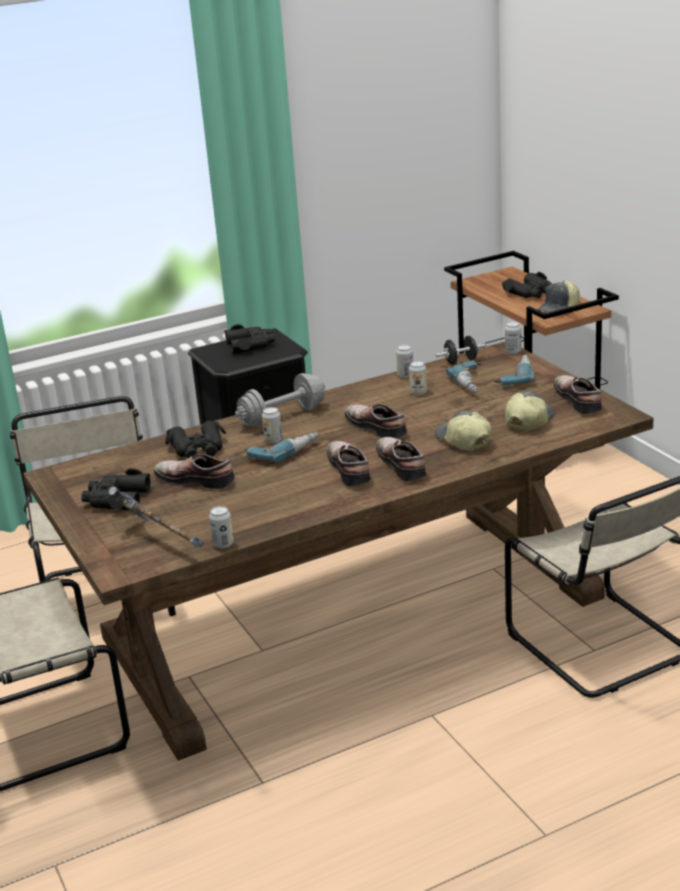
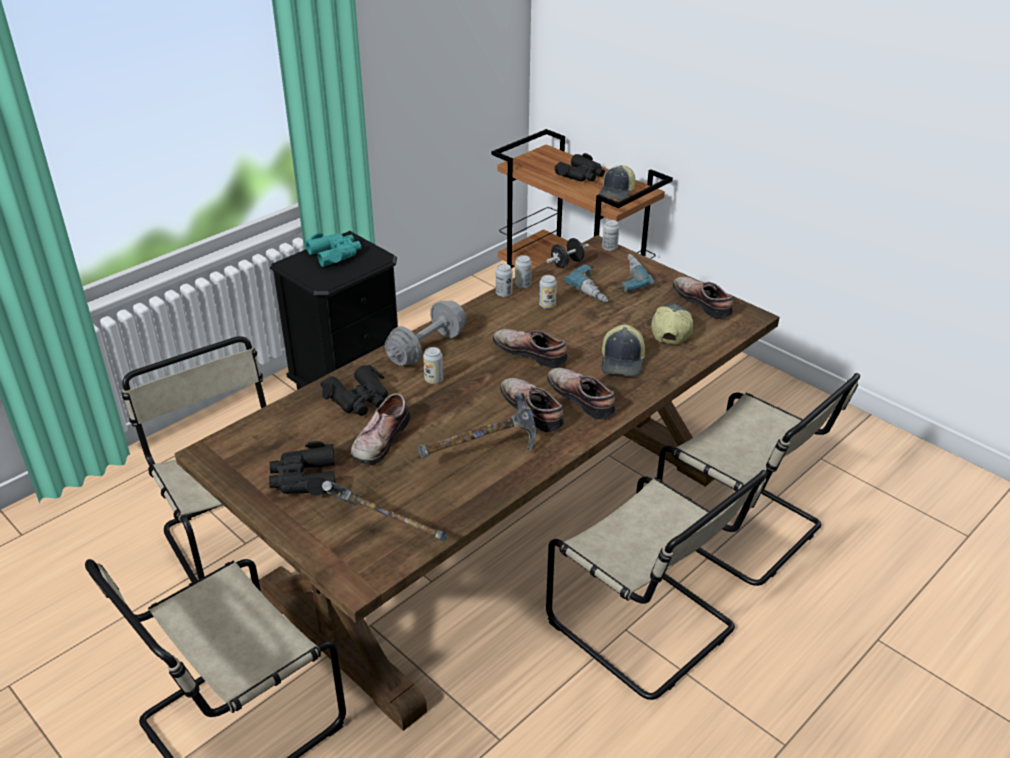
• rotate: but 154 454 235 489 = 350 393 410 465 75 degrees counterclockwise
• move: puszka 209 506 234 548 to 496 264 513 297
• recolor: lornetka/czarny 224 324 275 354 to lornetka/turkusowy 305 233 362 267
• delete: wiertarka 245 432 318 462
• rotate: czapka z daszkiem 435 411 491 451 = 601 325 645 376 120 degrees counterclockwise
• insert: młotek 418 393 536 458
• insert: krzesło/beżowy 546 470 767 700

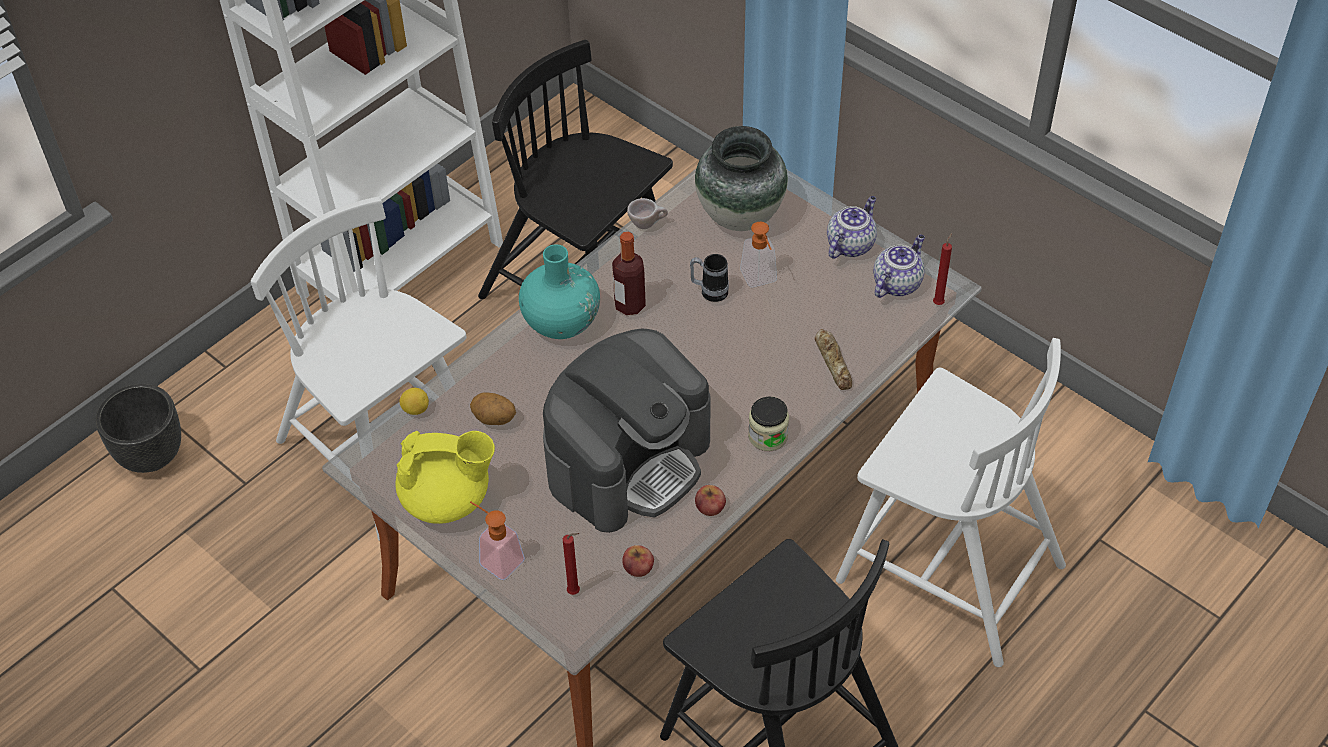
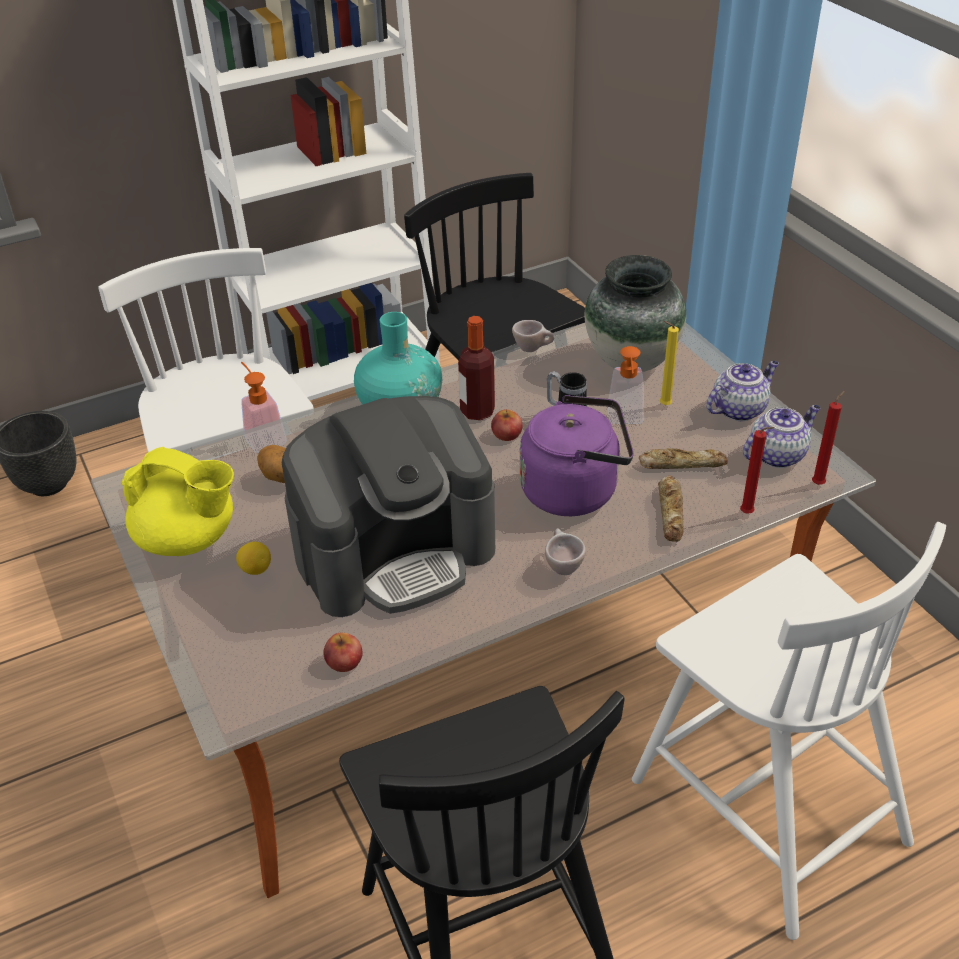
• move: cytryna 399 388 429 415 to 236 542 271 575
• move: dozownik mydła 470 501 525 580 to 241 362 287 453
• move: świeca/czerwony 563 533 580 595 to 740 427 775 514
• move: jabłko 695 485 726 516 to 491 409 523 441
• replace: słoik 748 397 789 451 to filiżanka/beżowy 545 528 586 575
• insert: czajnik/fioletowy 520 395 634 516
• insert: chleb 639 448 728 469
• insert: świeca/żółty 660 321 679 406

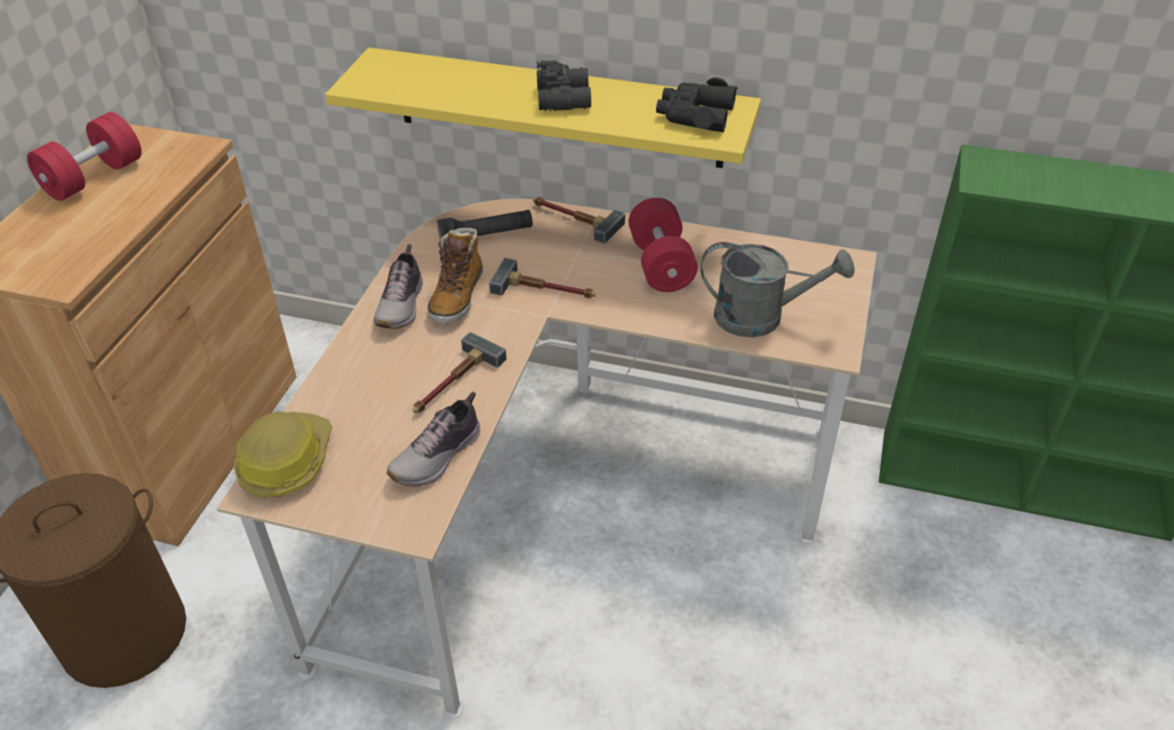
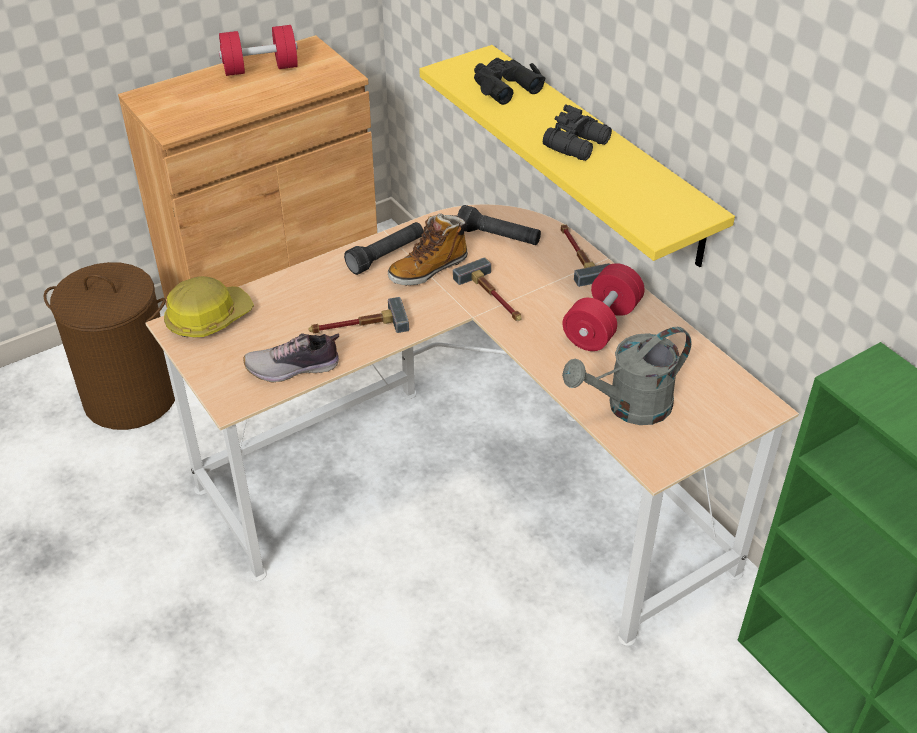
• replace: but 373 244 423 329 to latarka/czarny 344 222 424 275
• move: lornetka/czarny 656 77 737 132 to 474 58 546 105
• rotate: konewka/szary 701 242 855 338 = 562 327 692 425 105 degrees clockwise

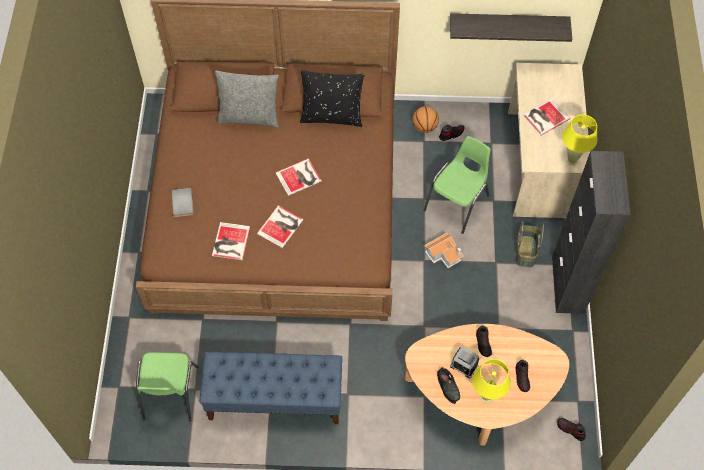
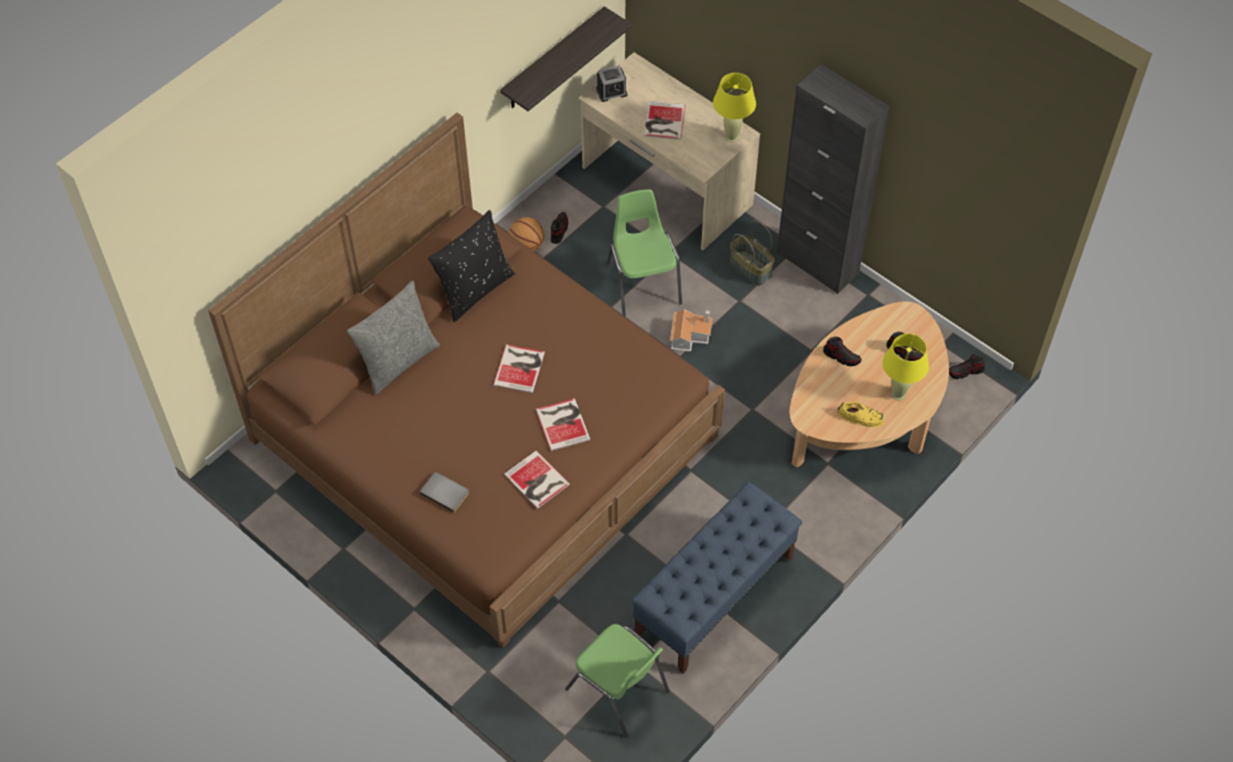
• recolor: but/czarny 437 367 460 404 to but/żółty 838 402 884 427
• move: budzik 450 346 480 378 to 596 66 627 102

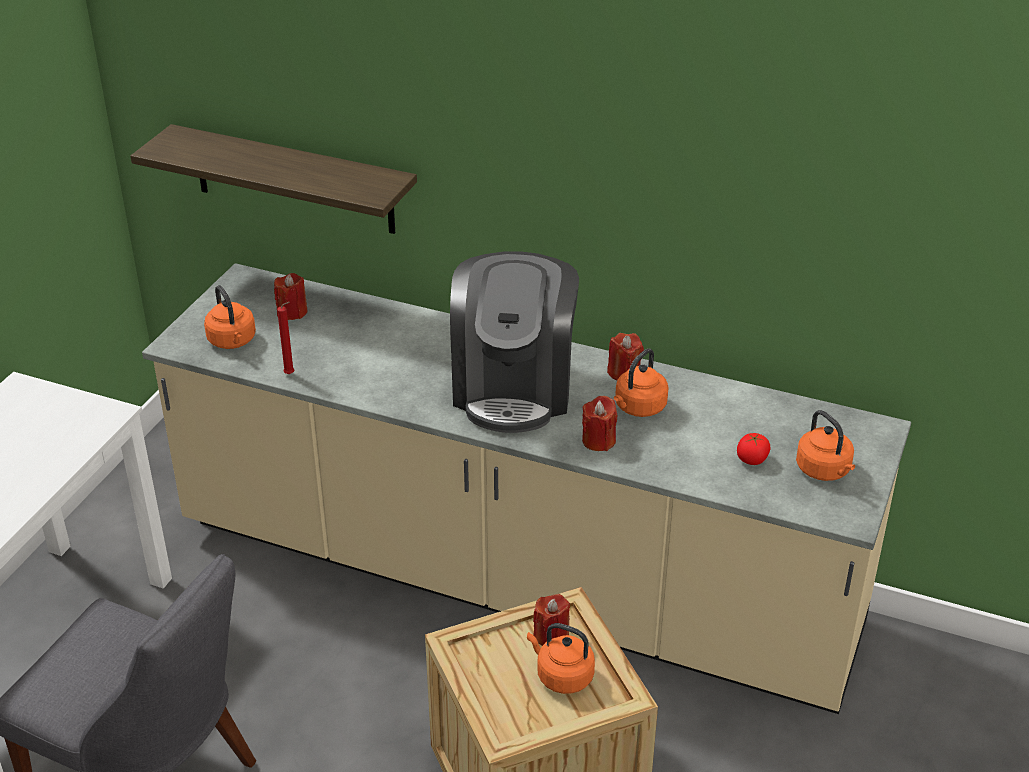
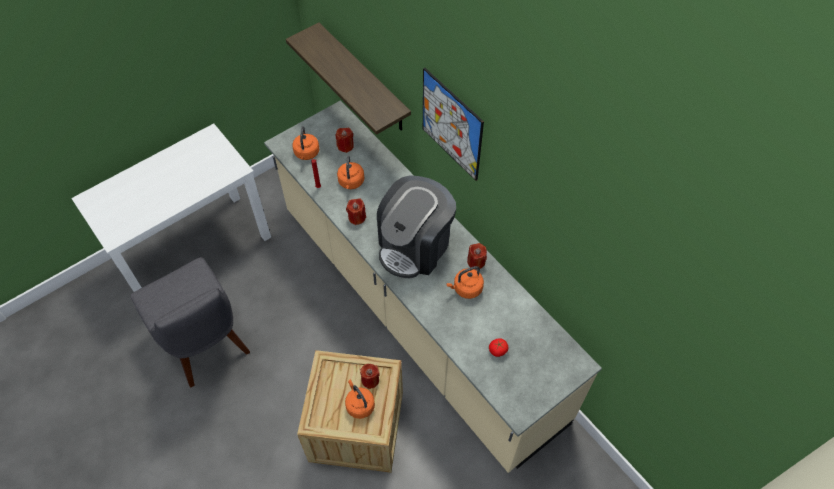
• move: świeca/czerwony 582 396 617 451 to 346 199 366 225
• move: czajnik/pomarańczowy 796 410 855 481 to 337 155 364 189
• insert: obraz 423 68 484 181

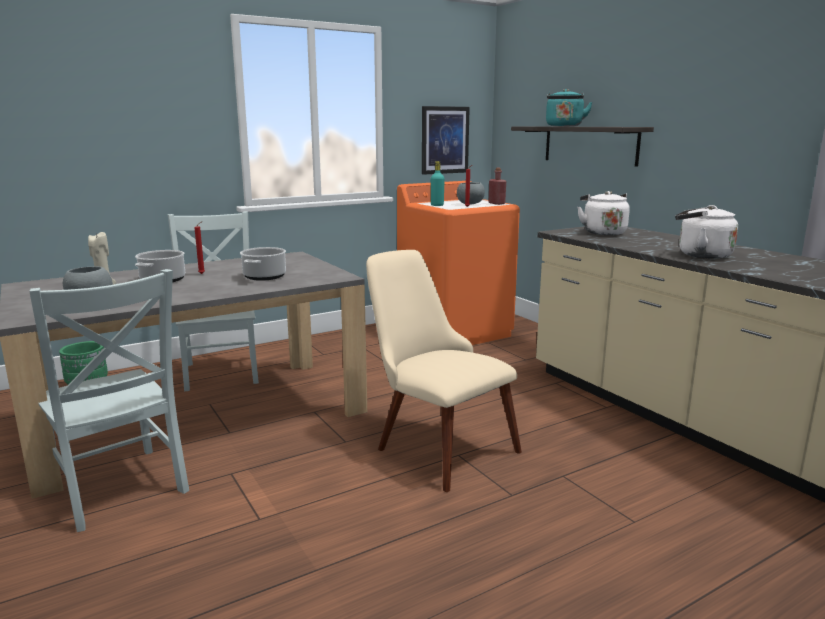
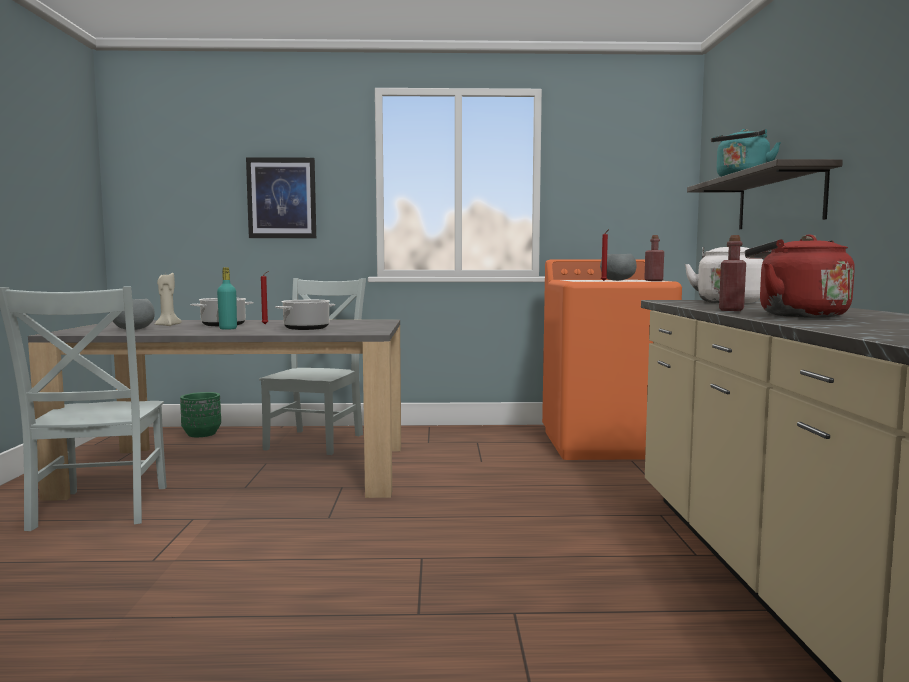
• delete: krzesło/beżowy 366 250 522 492
• move: obraz 422 106 470 175 to 246 157 316 238
• move: butelka/turkusowy 431 161 445 206 to 217 267 237 330
• recolor: czajnik/biały 675 205 738 259 to czajnik/czerwony 745 234 855 318
• insert: butelka/czerwony 719 235 746 311

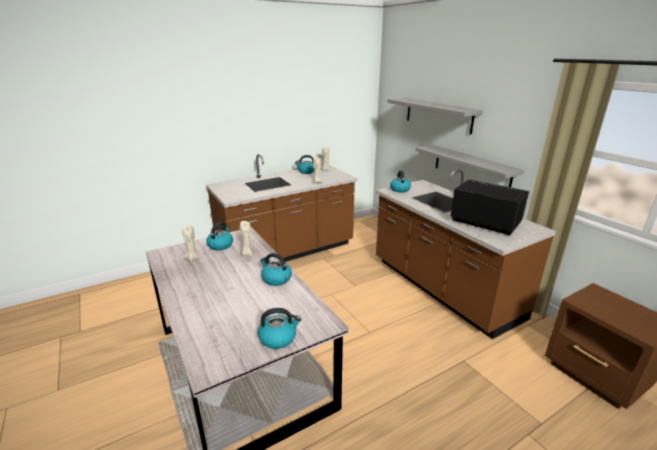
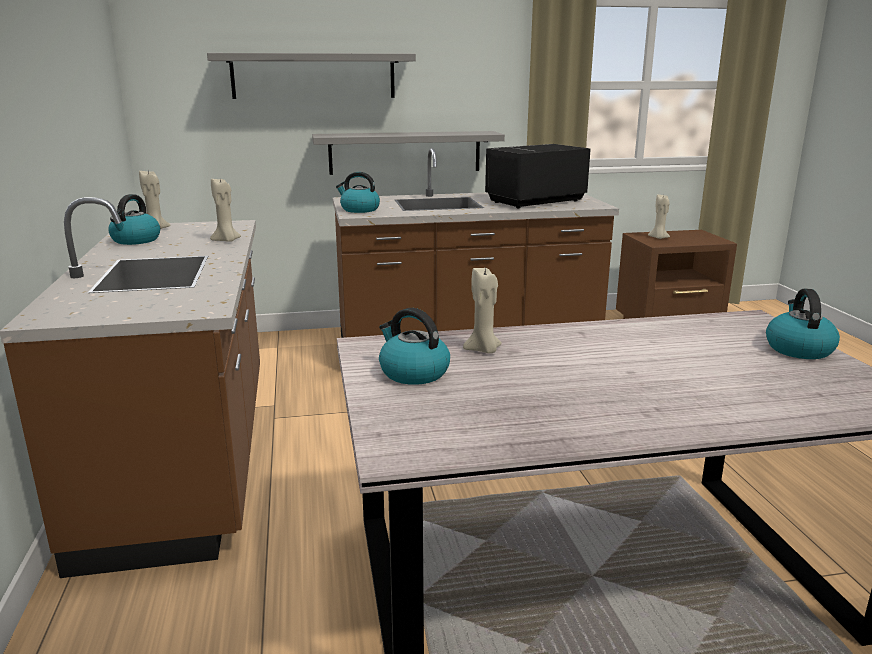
• move: świeca/beżowy 182 224 199 262 to 648 194 670 239
• delete: czajnik 260 253 292 286

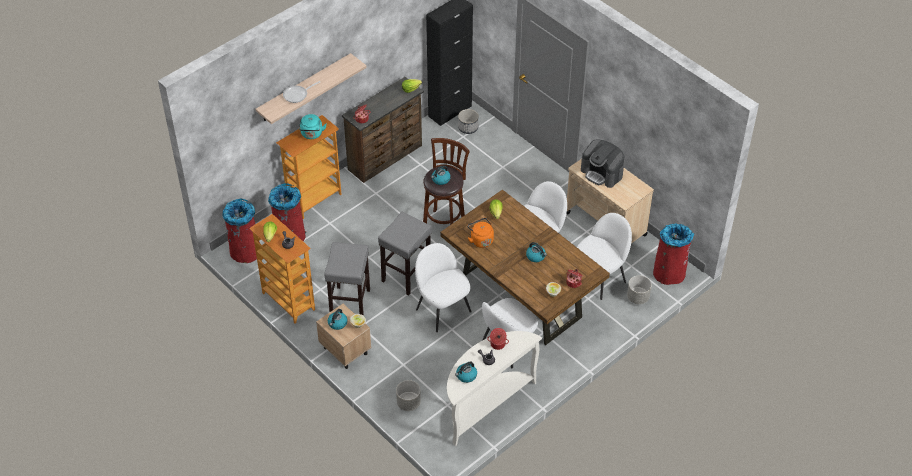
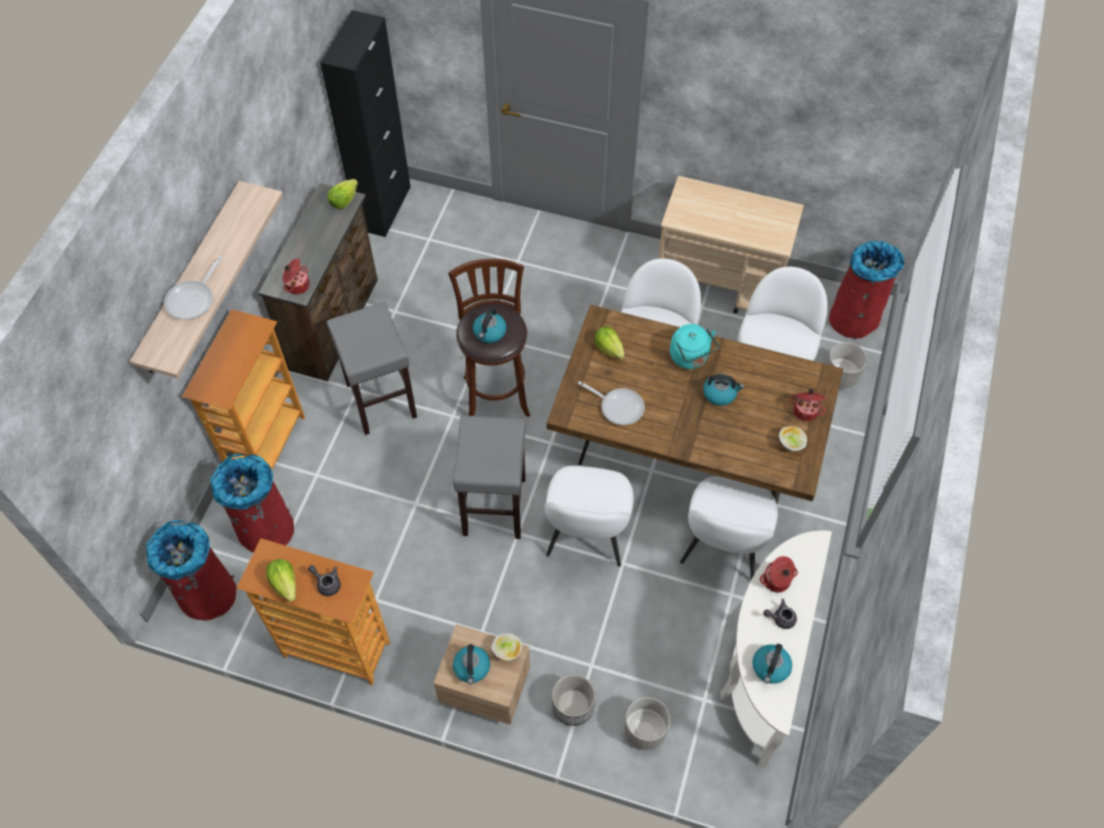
• move: czajnik/turkusowy 299 114 327 139 to 670 324 719 369
• move: stołek/szary 324 242 370 316 to 326 302 417 435
• rotate: krzesło/biały 415 243 472 332 = 544 466 634 566 105 degrees counterclockwise
• move: donica 458 109 479 134 to 552 674 595 726
• replace: czajnik/pomarańczowy 467 218 494 248 to patelnia 578 381 645 425
• delete: ekspres do kawy 581 139 624 188

